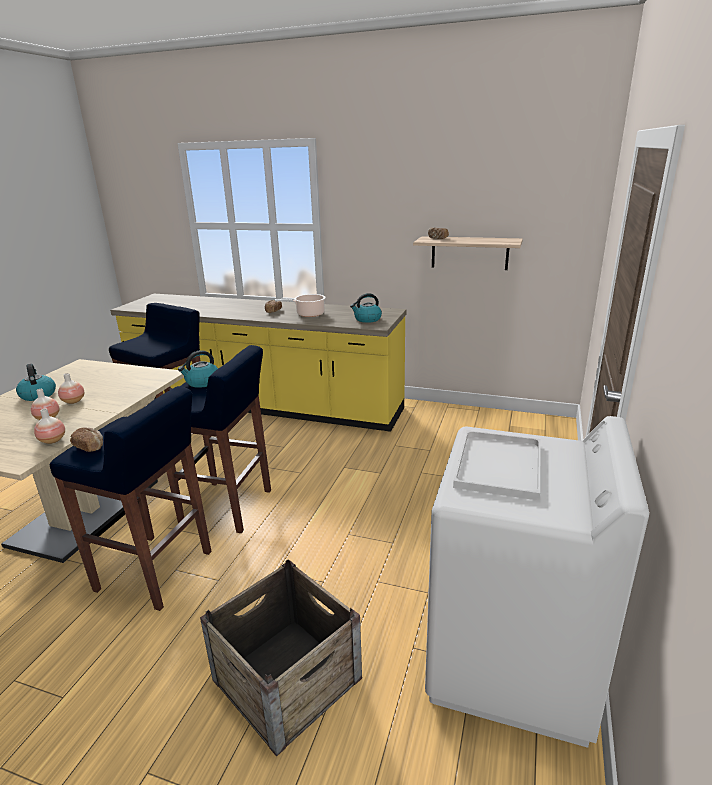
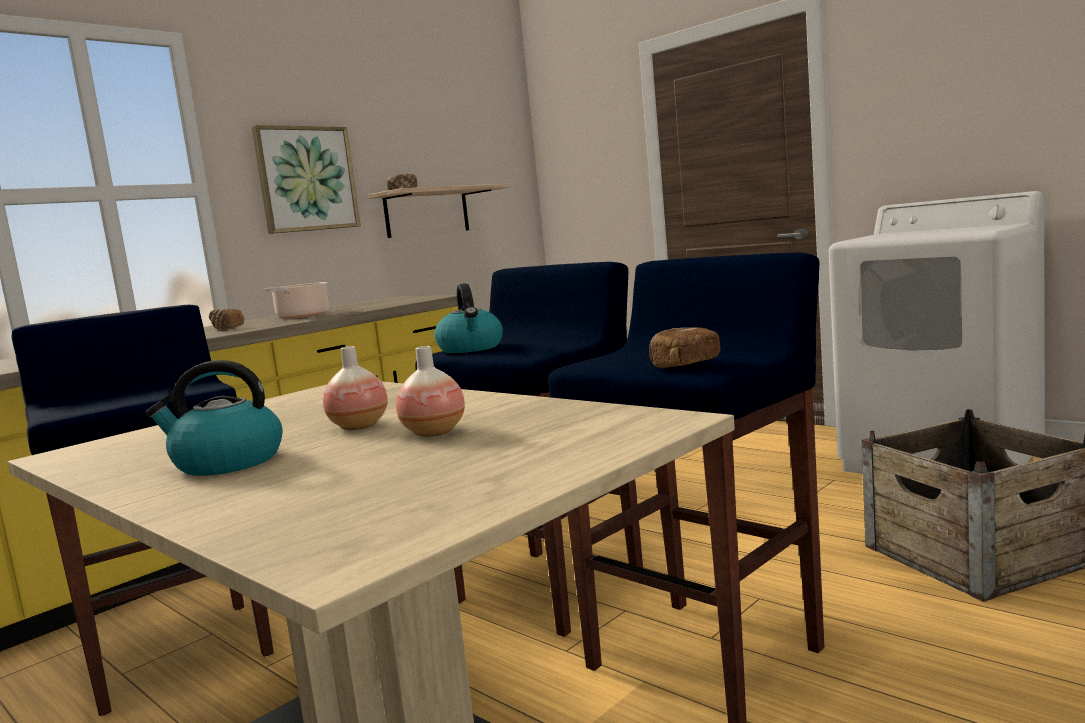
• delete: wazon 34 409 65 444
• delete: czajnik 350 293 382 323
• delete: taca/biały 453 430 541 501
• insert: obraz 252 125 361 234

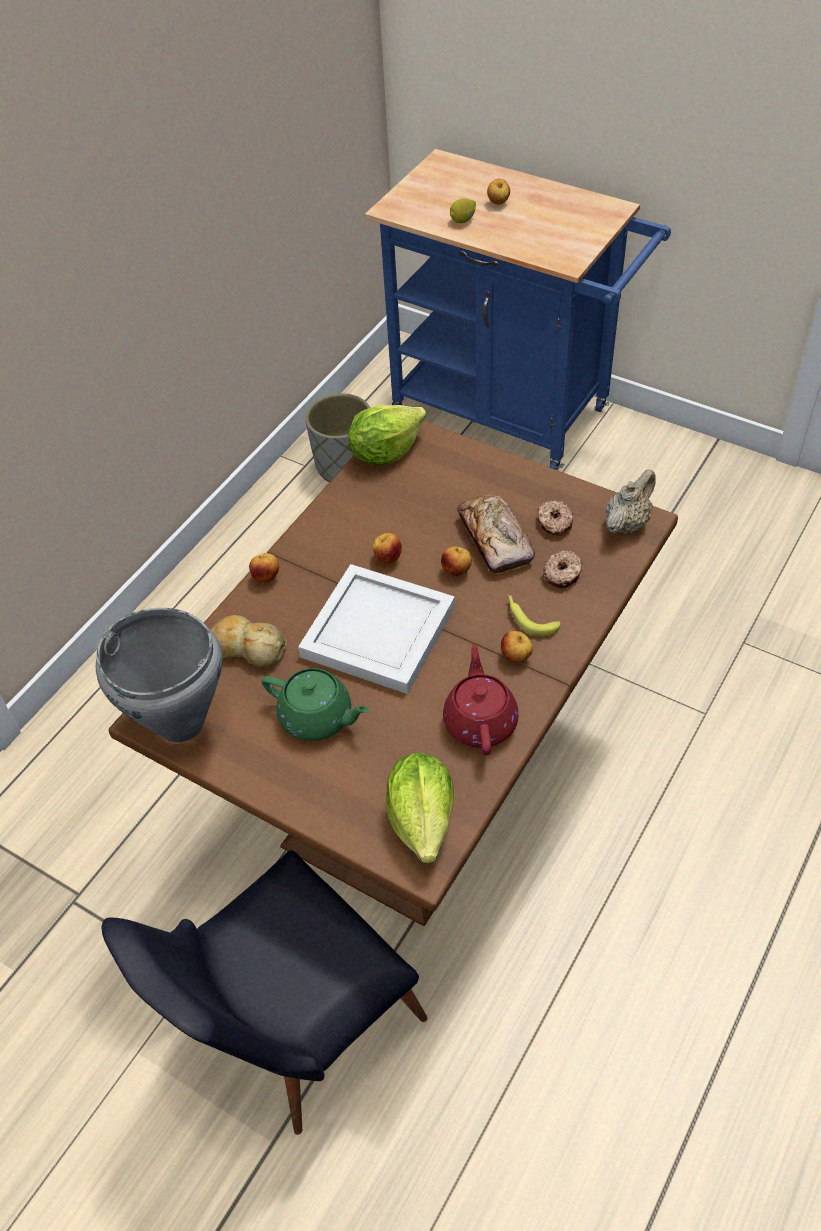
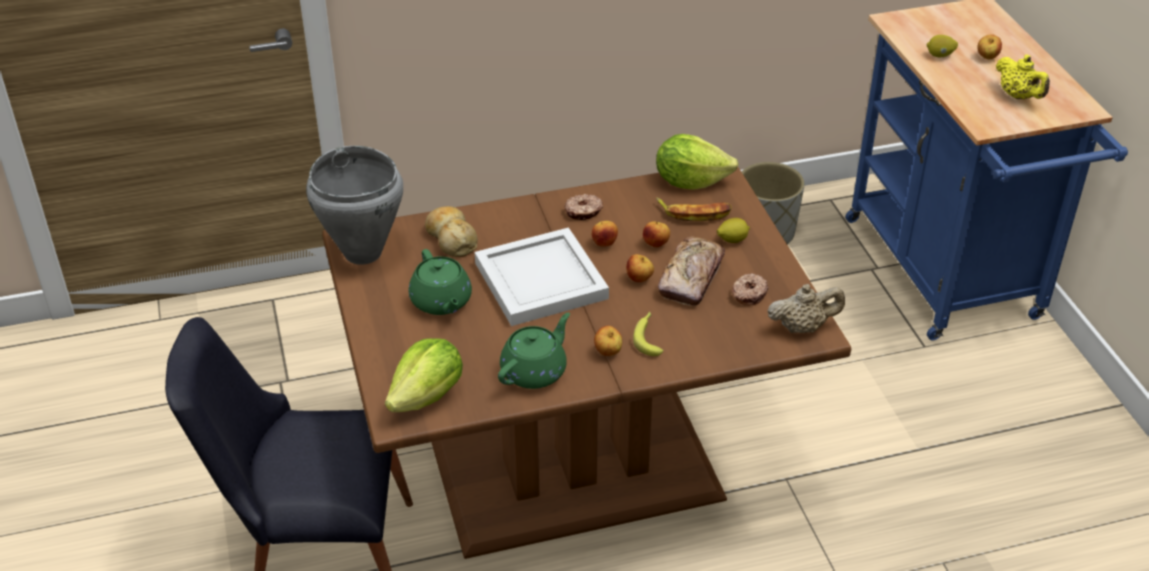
• move: jabłko 249 553 279 583 to 643 221 670 248
• recolor: imbryk/czerwony 443 645 519 755 to imbryk/zielony 498 312 570 389
• move: donut 543 550 583 588 to 565 194 603 220
• insert: banan 656 197 732 221
• insert: cytryna 717 218 750 243
• insert: imbryk/żółty 996 54 1050 99

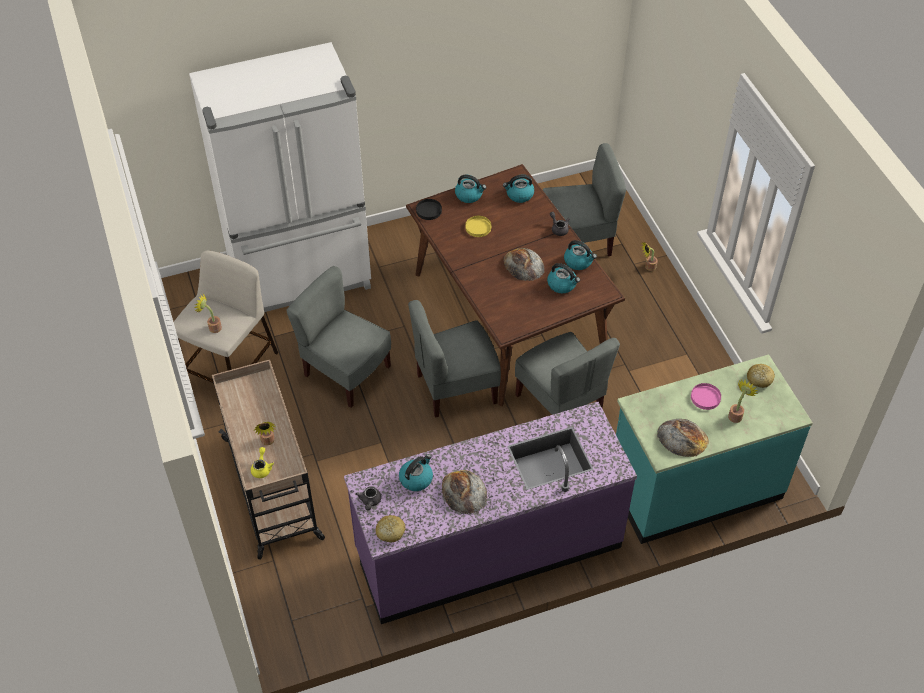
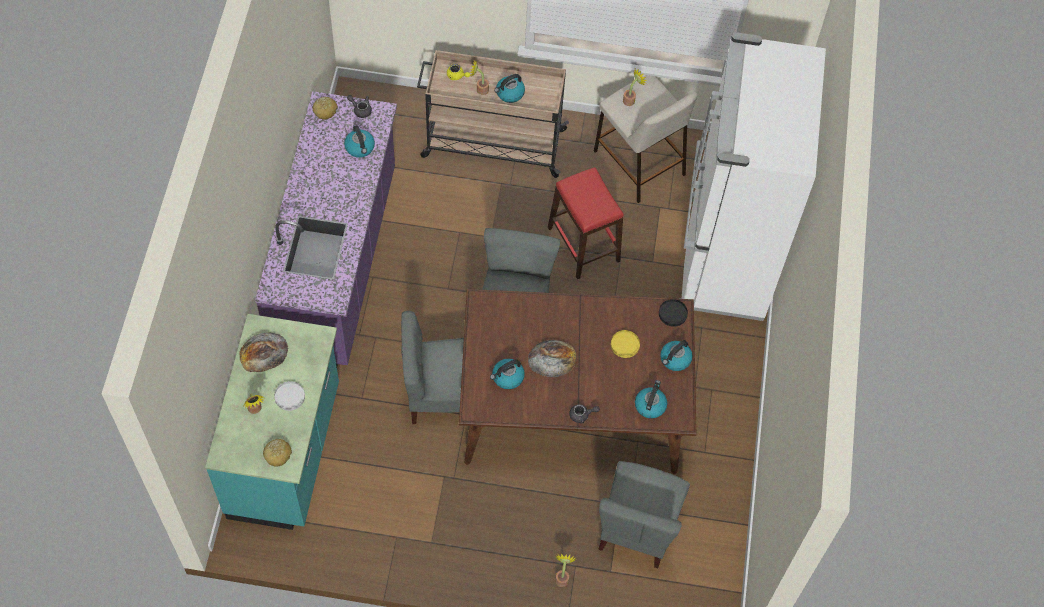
• replace: krzesło/szary 286 266 391 408 to stołek/czerwony 548 167 624 279
• delete: chleb 442 470 487 514
• move: czajnik 564 240 597 270 to 494 74 525 103
• recolor: talerz/różowy 691 383 721 410 to talerz/biały 274 381 305 411

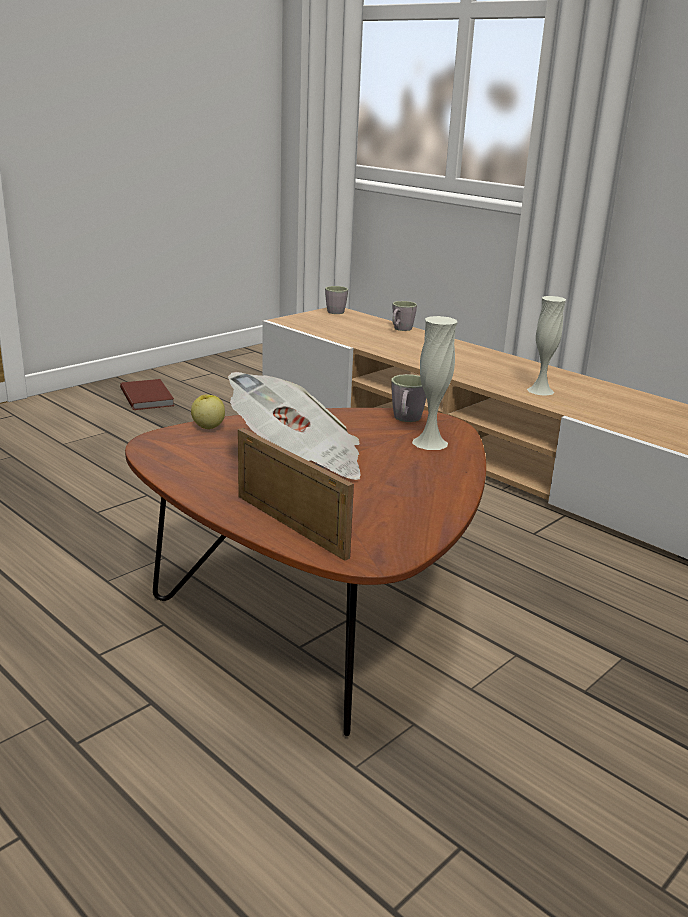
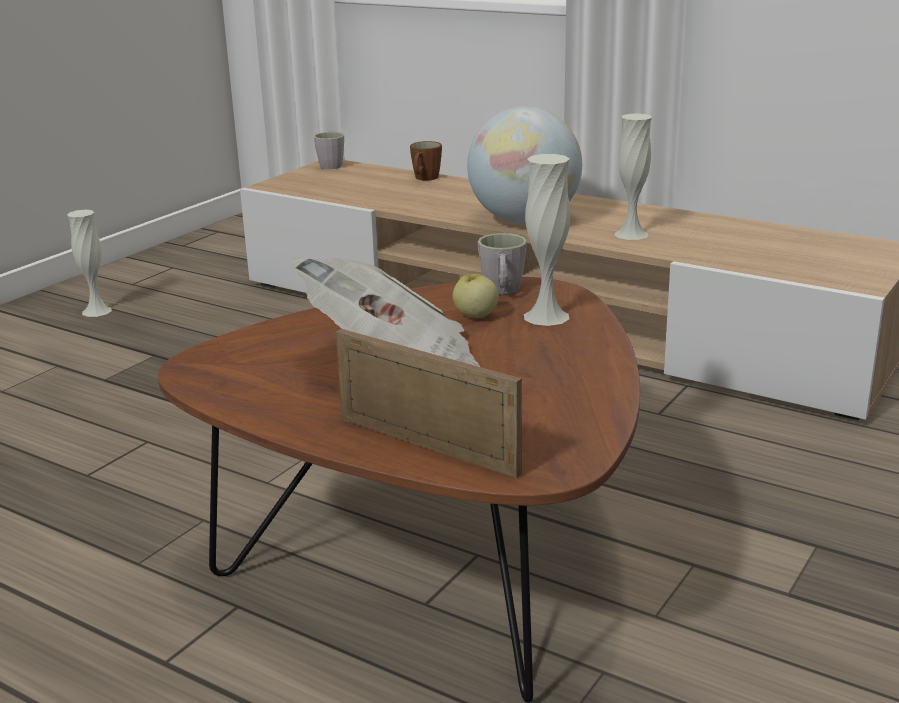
• replace: książka/brązowy 120 379 174 410 to wazon/biały 67 210 112 317
• move: jabłko 191 395 225 429 to 453 274 499 318
• recolor: kubek/szary 392 301 417 331 to kubek/brązowy 410 141 442 181
• insert: globus 467 107 582 223

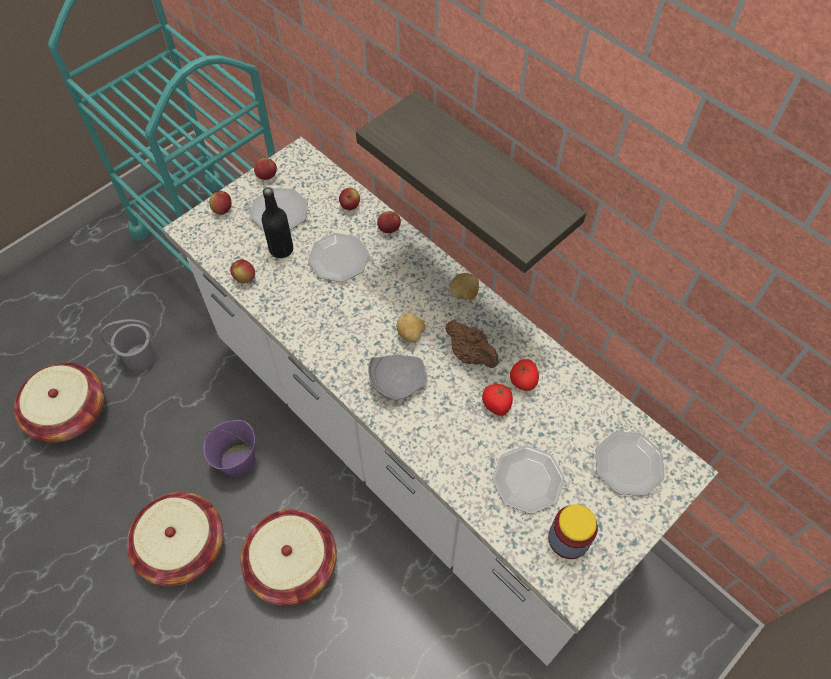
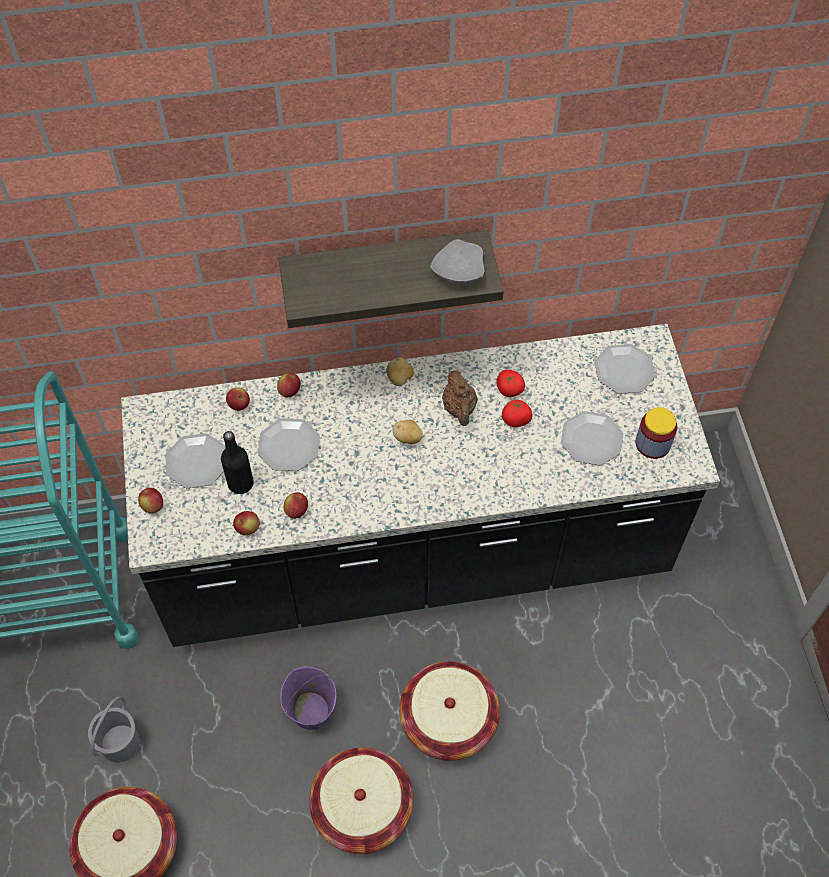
• recolor: zabudowa kuchenna/biały 163 137 718 666 to zabudowa kuchenna/czarny 121 324 720 647
• move: jabłko 254 158 277 180 to 284 492 308 519
• move: talerz/szary 368 355 428 400 to 430 239 485 284
• rotate: imbryk/brązowy 445 320 499 368 = 442 370 478 426 90 degrees clockwise

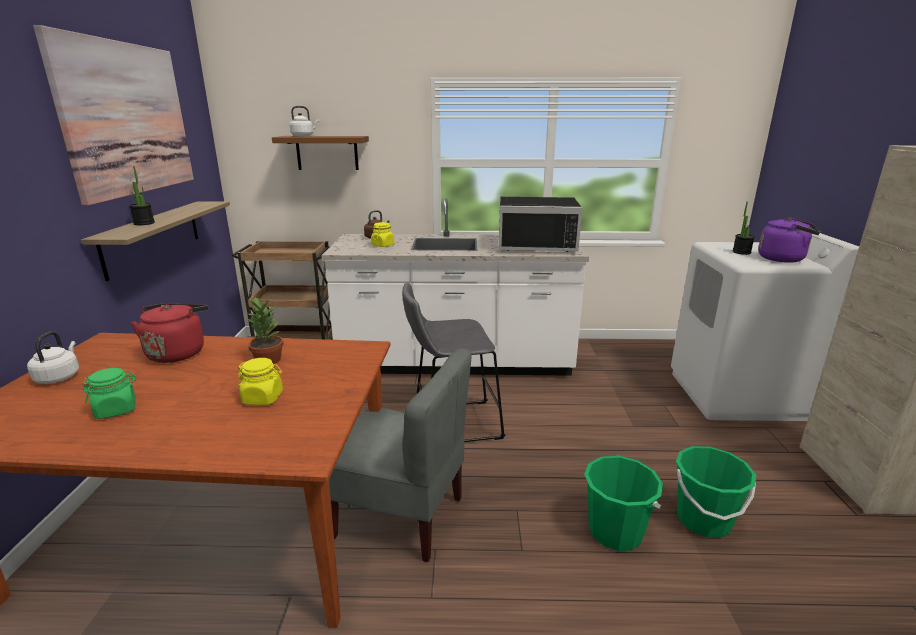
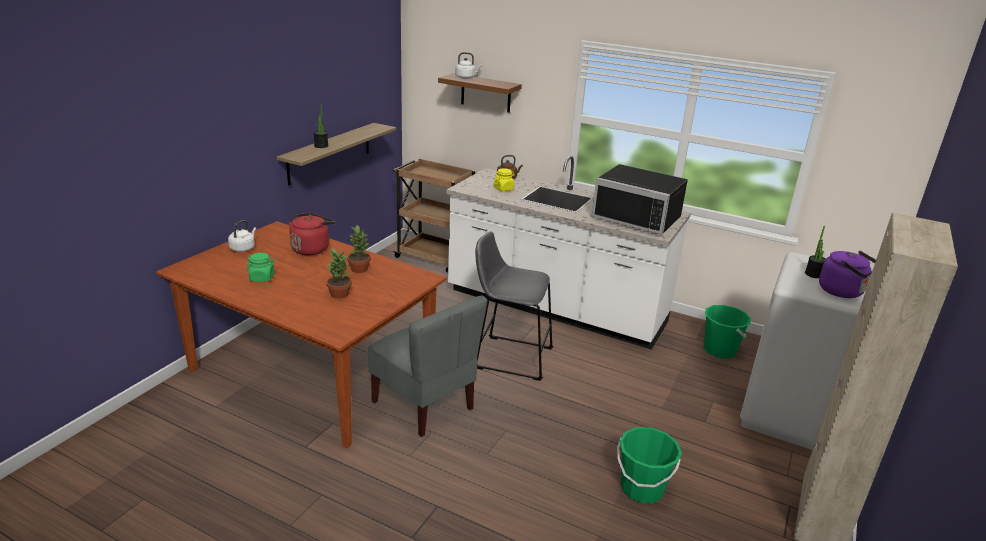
• delete: obraz 33 25 194 205
• replace: słoik/żółty 237 358 283 405 to roślina doniczkowa 326 248 352 299
• move: wiadro/zielony 584 456 663 551 to 704 305 751 359

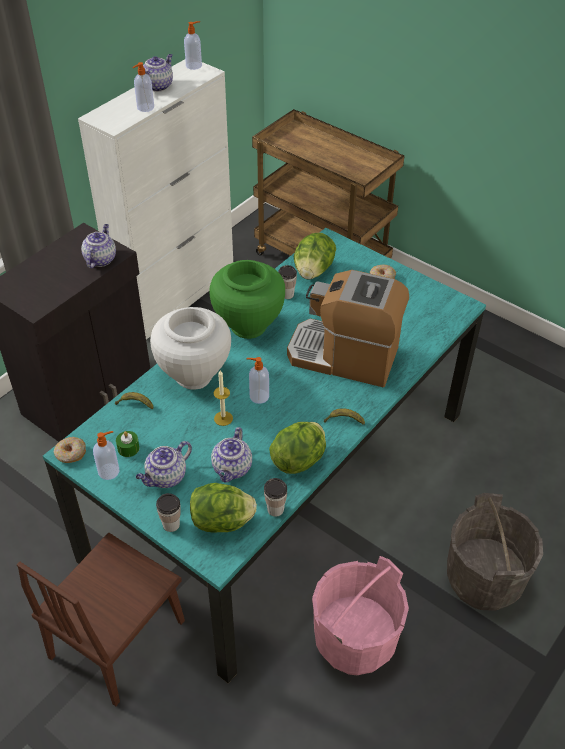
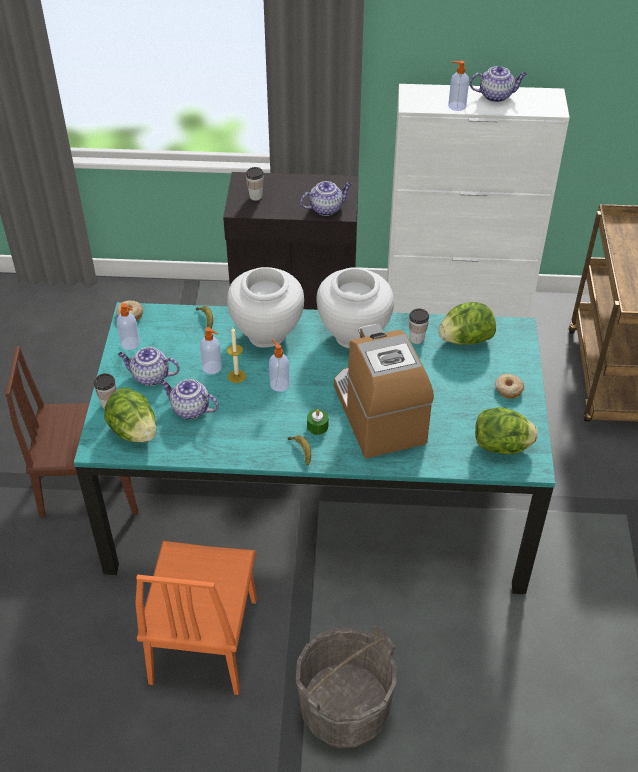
• move: świeca/zielony 116 431 139 457 to 307 409 329 435
• move: dozownik mydła 184 21 202 70 to 200 327 222 374
• recolor: wazon/zielony 209 260 285 339 to wazon/biały 316 267 394 348
• rotate: imbryk 211 427 252 483 = 160 379 219 419 45 degrees clockwise
• move: filiżanka 264 478 287 517 to 246 167 264 201
• move: sałata 269 422 326 474 to 475 407 538 454
• replace: wiadro/różowy 312 556 409 675 to krzesło/pomarańczowy 135 541 257 695

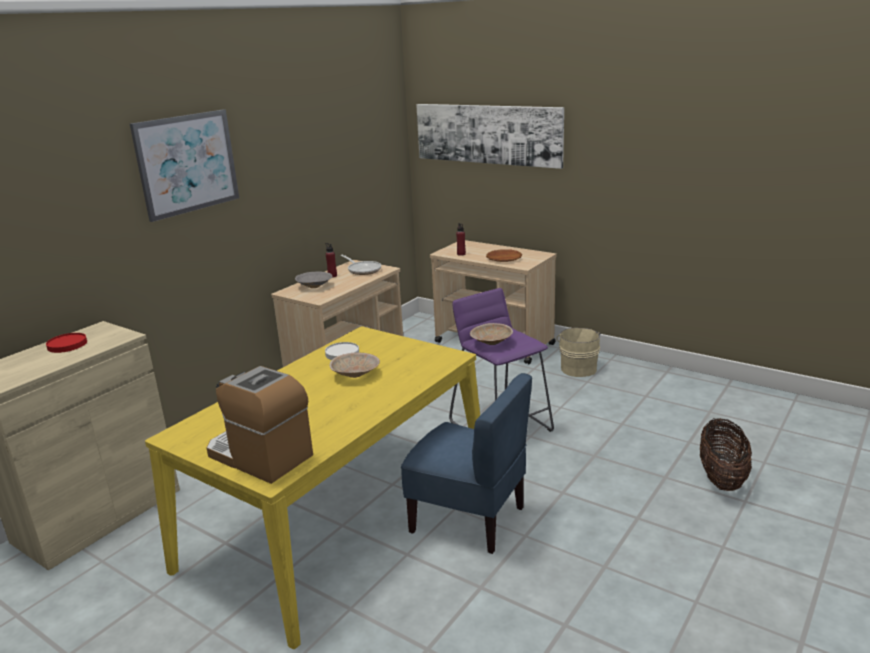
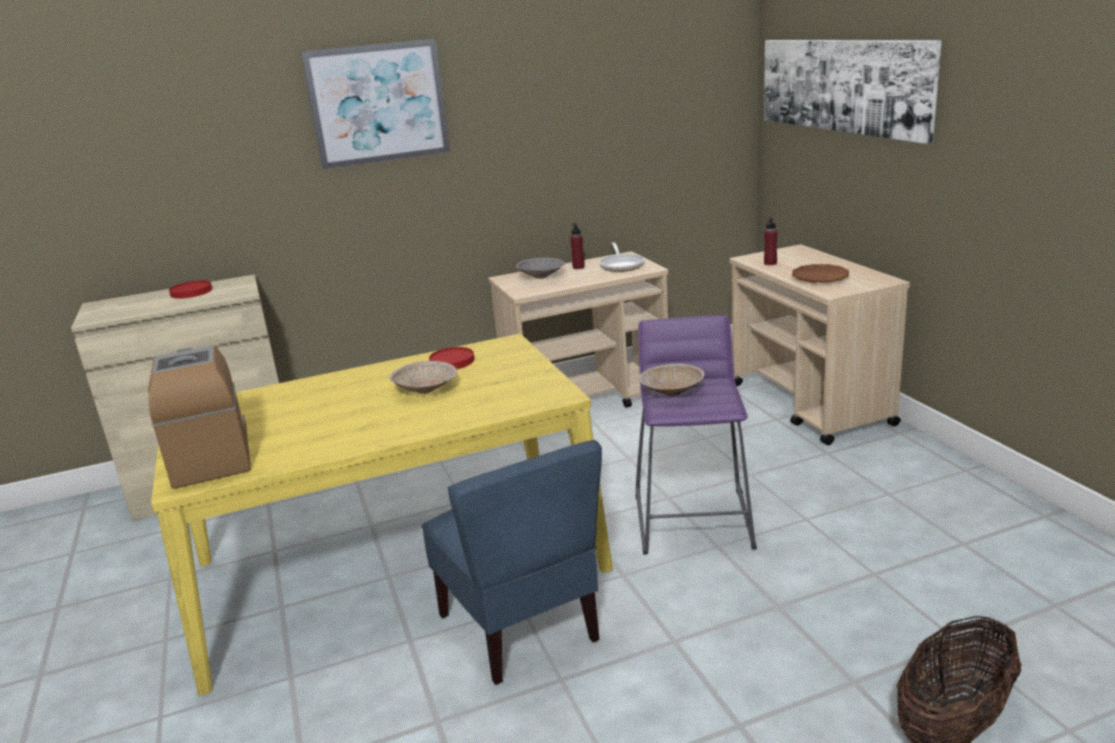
• recolor: talerz/biały 325 342 359 360 to talerz/czerwony 429 347 474 369
• delete: wiadro/beżowy 557 328 601 377

